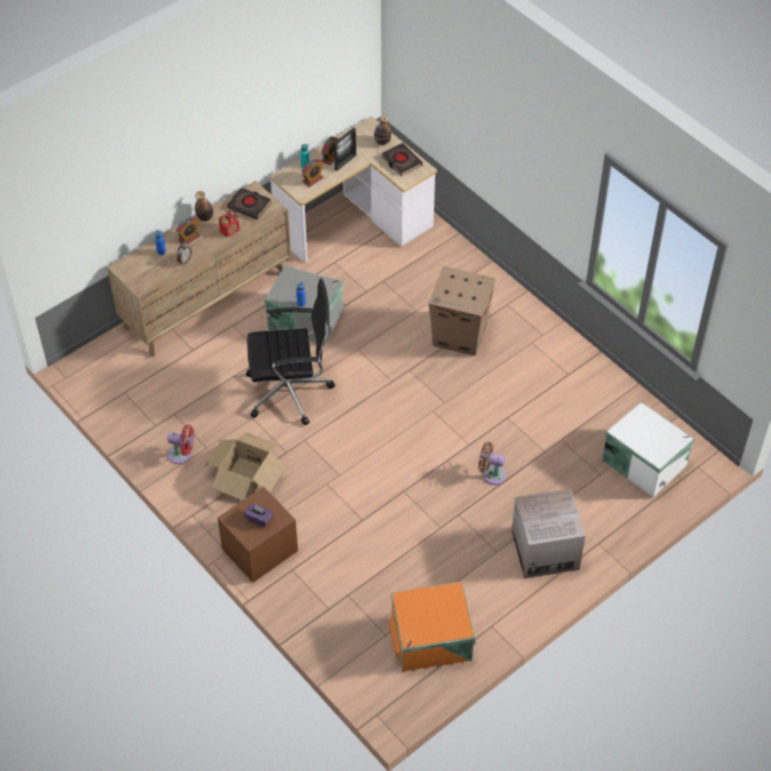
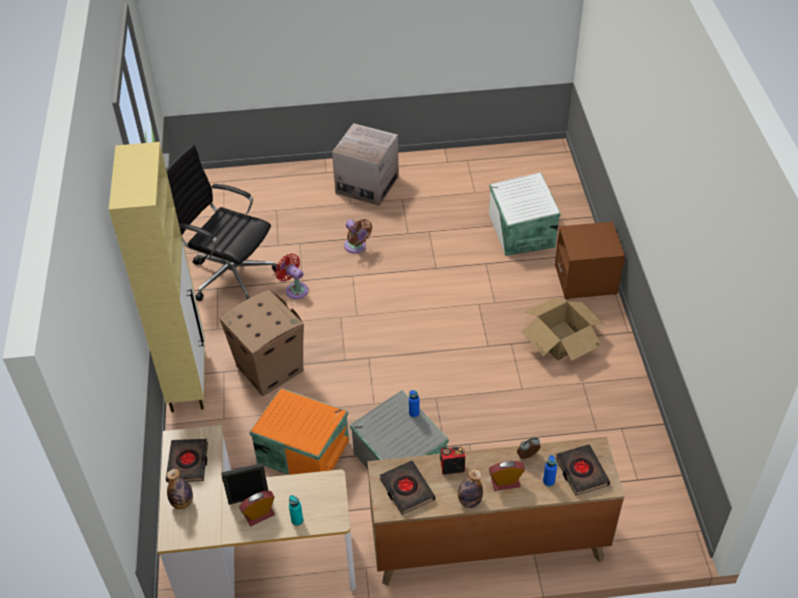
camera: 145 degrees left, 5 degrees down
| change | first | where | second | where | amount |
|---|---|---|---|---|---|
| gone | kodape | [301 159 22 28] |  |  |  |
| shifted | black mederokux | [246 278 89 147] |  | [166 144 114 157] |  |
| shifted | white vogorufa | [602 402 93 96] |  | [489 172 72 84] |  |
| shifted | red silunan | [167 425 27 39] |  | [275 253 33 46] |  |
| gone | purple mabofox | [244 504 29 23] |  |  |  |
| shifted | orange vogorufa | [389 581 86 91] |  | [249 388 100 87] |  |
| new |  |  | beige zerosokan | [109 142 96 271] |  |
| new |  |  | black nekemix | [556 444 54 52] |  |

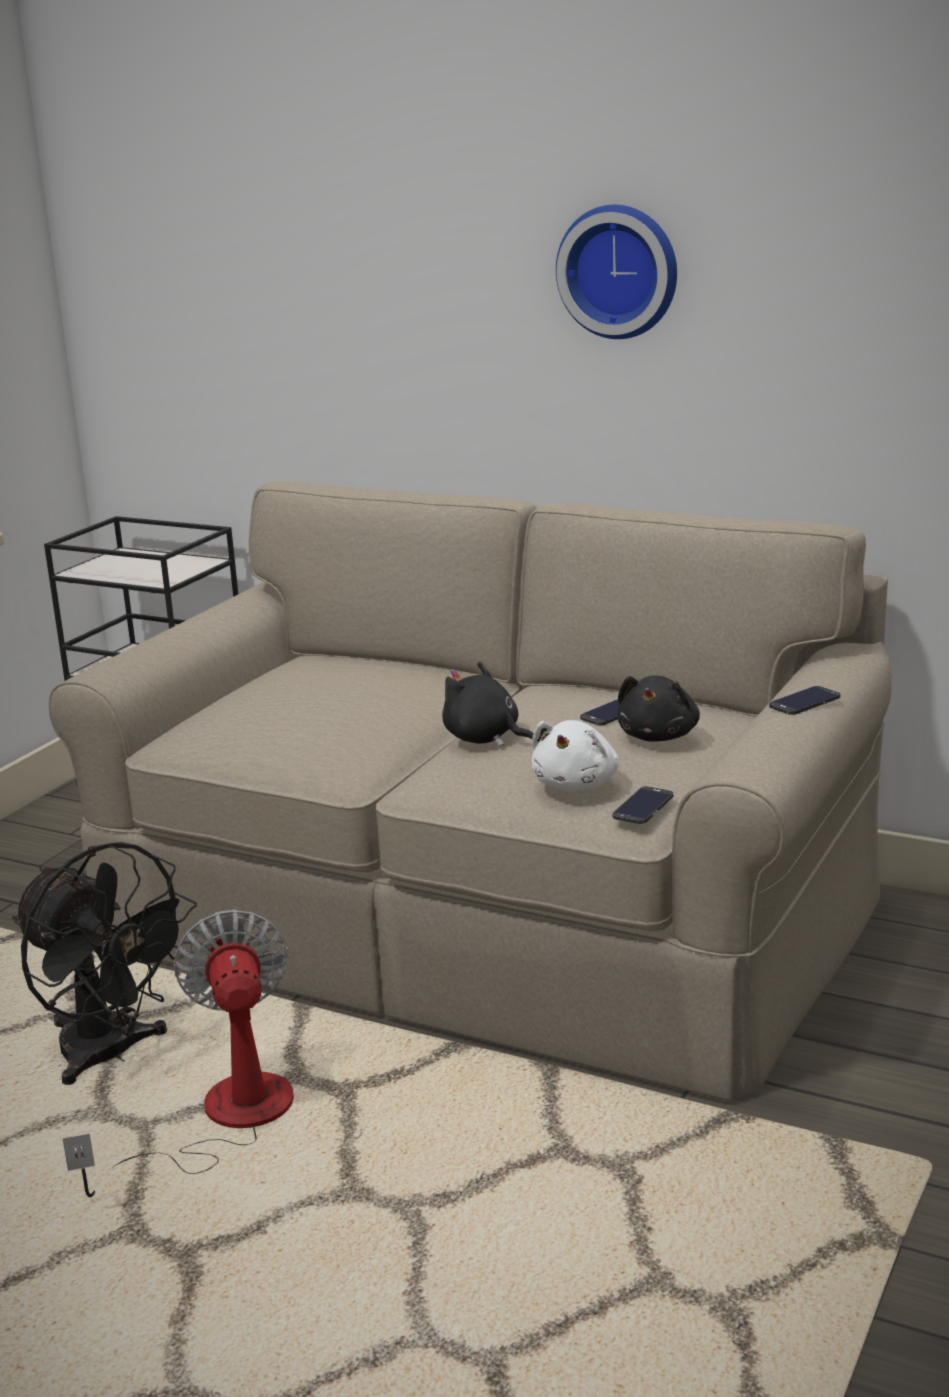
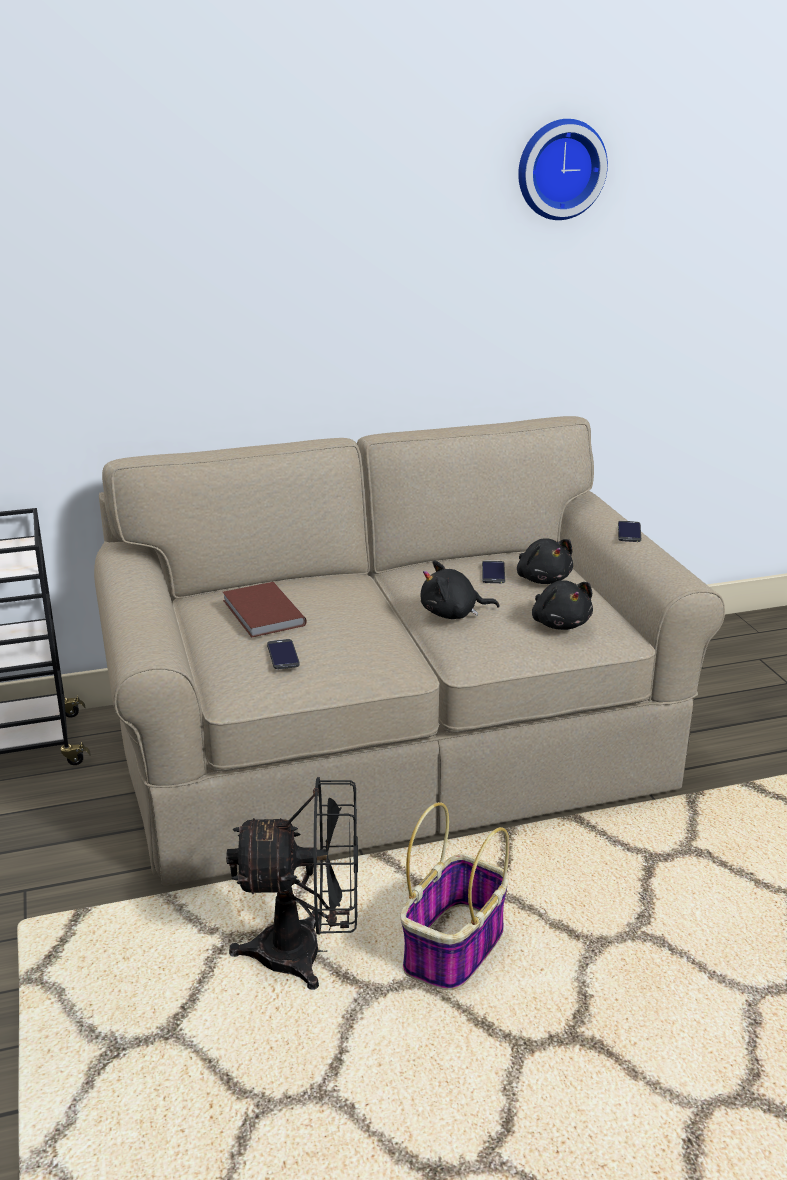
camera: 45 degrees left, 5 degrees up
| change | first | where | second | where | amount |
|---|---|---|---|---|---|
| shifted | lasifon | [556 205 121 134] |  | [518 119 90 101] |  |
| repainted | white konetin | [532 720 87 71] | black konetin | [532 580 61 50] |  |
| shifted | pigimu | [612 786 62 38] |  | [267 639 33 30] |  |
| swapped | silunan | [63 909 231 288] | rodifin | [401 802 108 188] |  |
| new |  |  | brown nekemix | [223 582 84 56] |  |

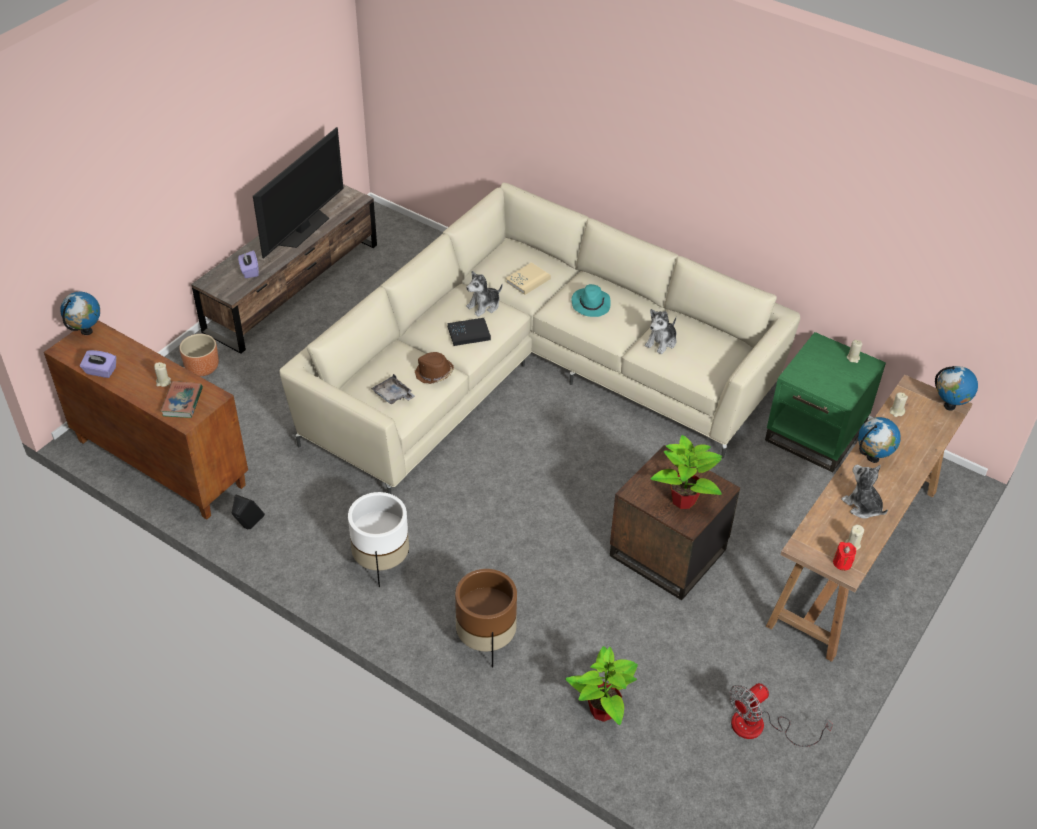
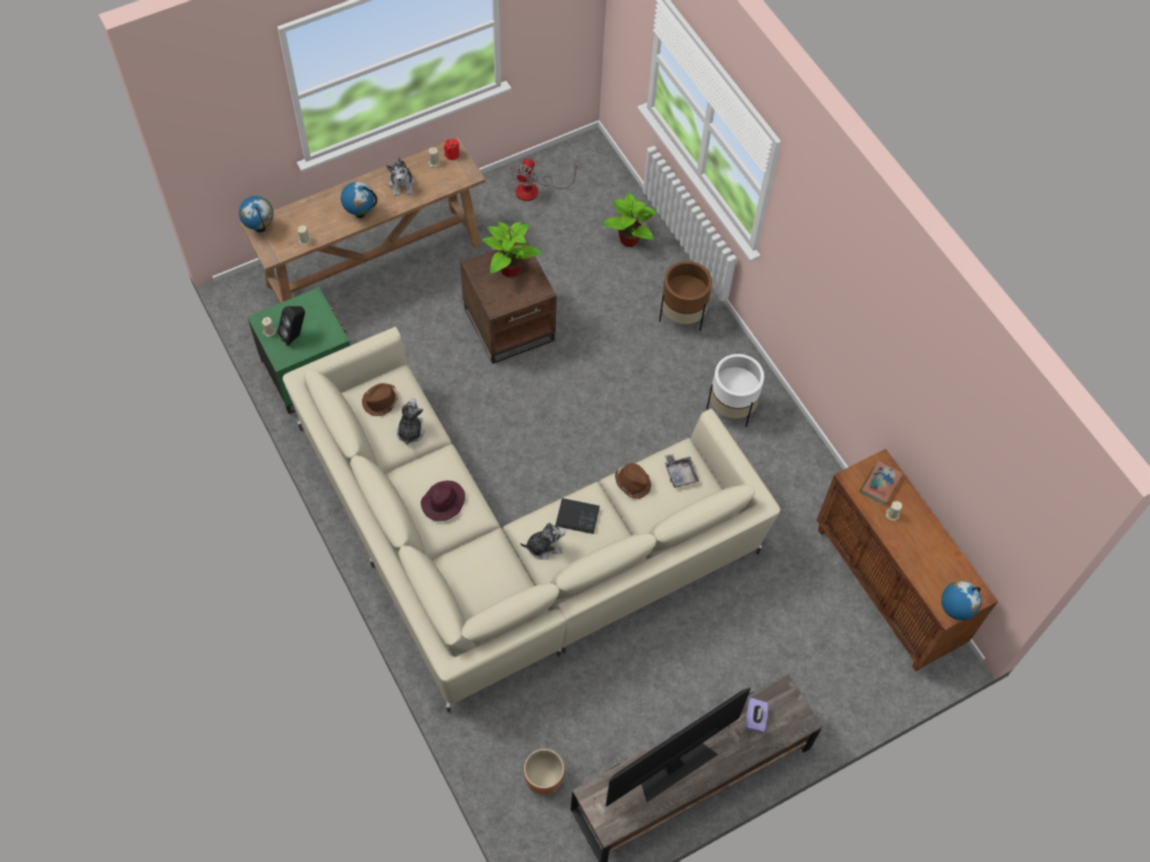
camera: 155 degrees left, 15 degrees up
| change | first | where | second | where | amount |
|---|---|---|---|---|---|
| gone | beige nekemix | [506 262 45 33] |  |  |  |
| repainted | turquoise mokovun | [572 284 39 33] | purple mokovun | [421 481 44 40] |  |
| rotated | konetin | [645 309 31 45] |  | [396 398 29 47] | 60 degrees counterclockwise |
| shifted | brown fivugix | [179 334 40 42] |  | [524 749 40 46] |  |
| gone | purple mabofox | [80 350 36 28] |  |  |  |
| shifted | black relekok | [232 495 33 34] |  | [277 306 28 39] |  |
| rotated | silunan | [729 683 104 64] |  | [510 158 70 43] | 120 degrees clockwise |
| new |  |  | brown mokovun | [362 383 36 33] |  |

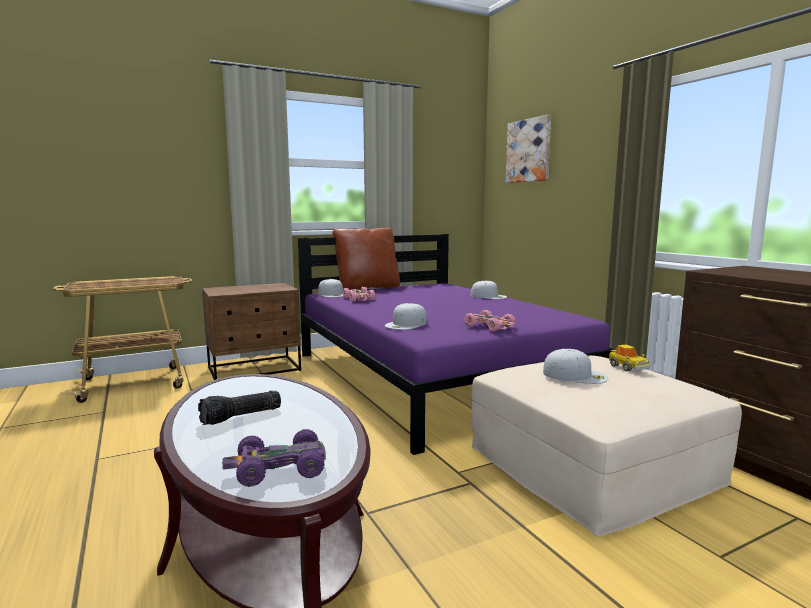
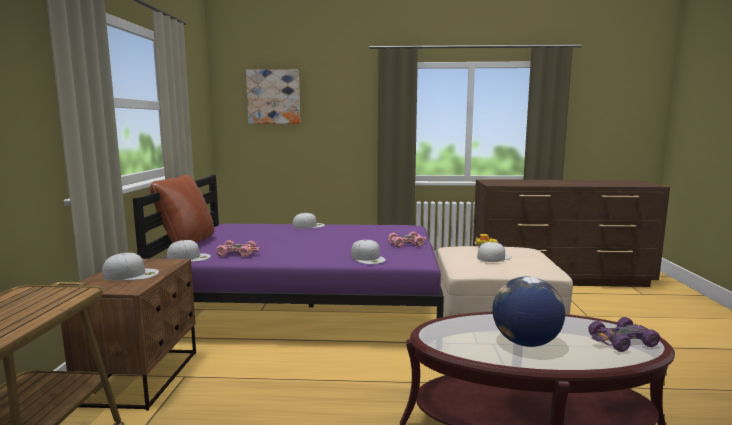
camera: 60 degrees left, 0 degrees up
| change | first | where | second | where | amount |
|---|---|---|---|---|---|
| swapped | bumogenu | [198 391 83 34] | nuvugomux | [492 277 73 70] |  |
| rotated | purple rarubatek | [222 429 104 58] |  | [589 317 71 35] | 60 degrees clockwise |
| new |  |  | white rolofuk | [102 253 57 27] |  |

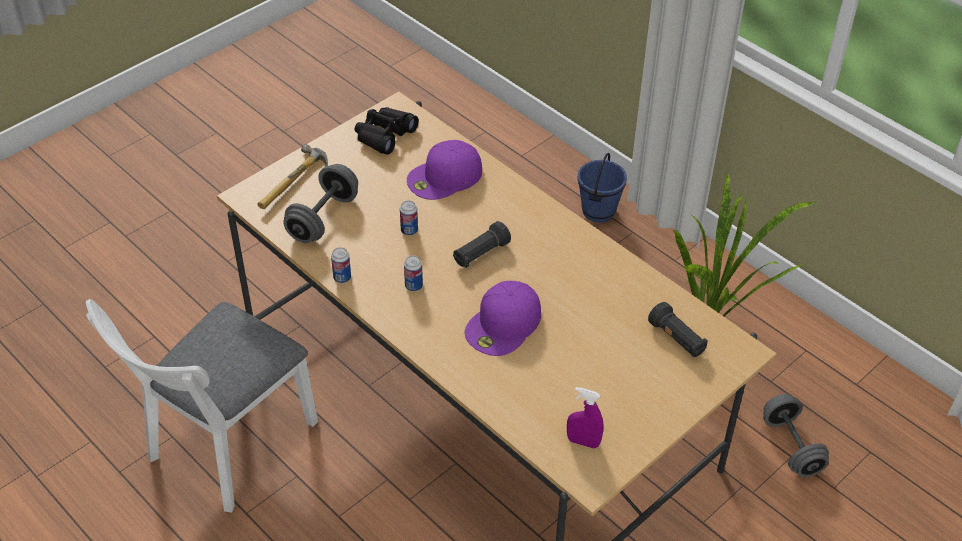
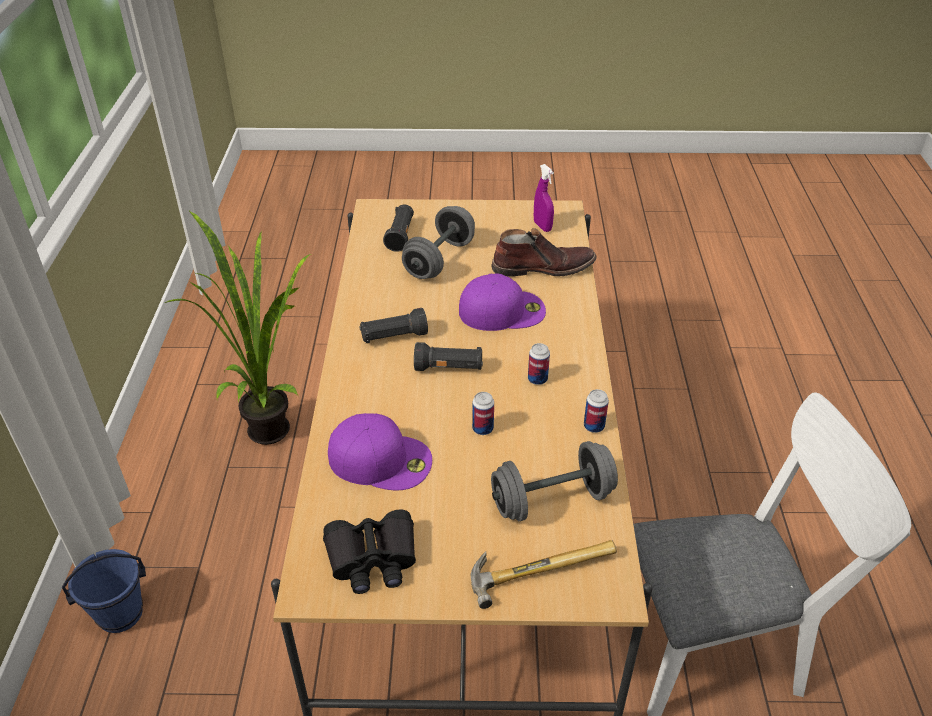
camera: 135 degrees left, 5 degrees down
| change | first | where | second | where | amount |
|---|---|---|---|---|---|
| shifted | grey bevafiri | [763 394 66 83] |  | [402 206 73 73] |  |
| new |  |  | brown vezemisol | [491 228 106 48] |  |
| new |  |  | black bumogenu | [359 308 69 35] |  |

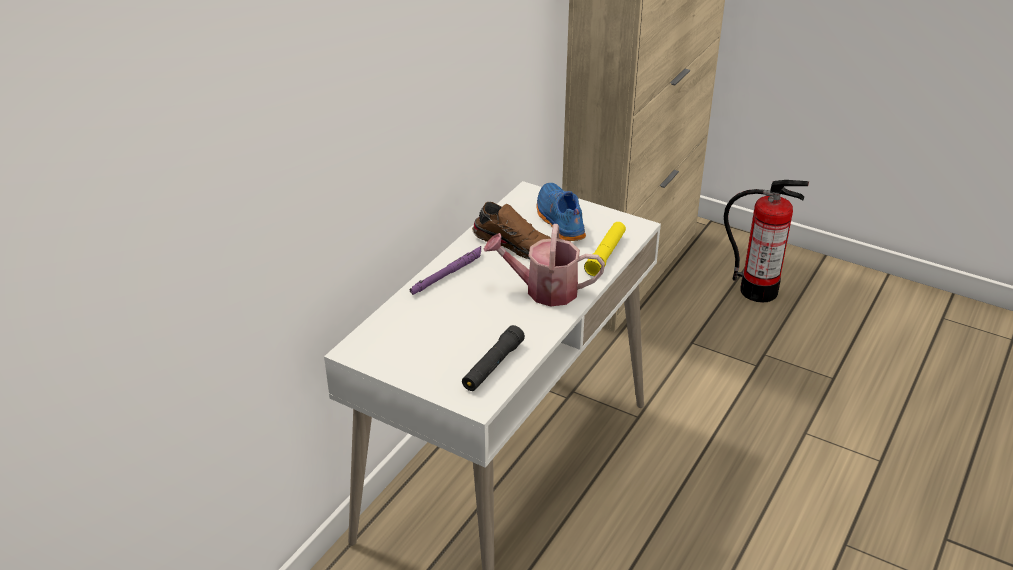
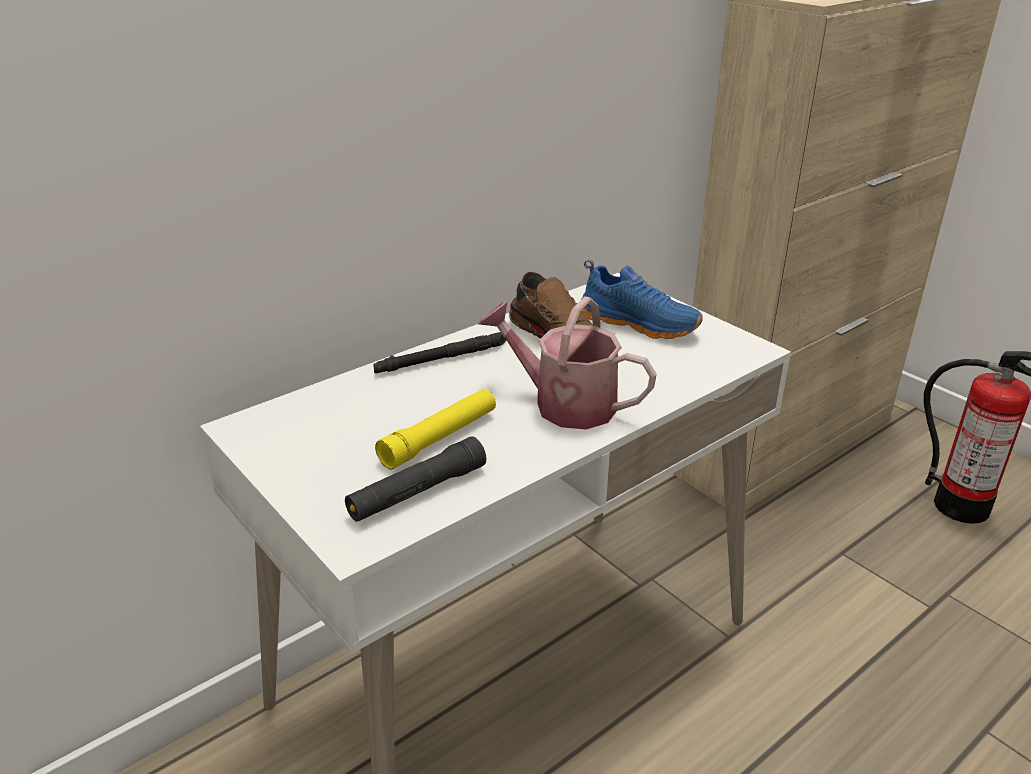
camera: 20 degrees right, 5 degrees down
| change | first | where | second | where | amount |
|---|---|---|---|---|---|
| rotated | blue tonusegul | [537 183 49 58] |  | [581 260 122 79] | 120 degrees clockwise |
| shifted | yellow bumogenu | [584 222 42 54] |  | [375 389 121 80] |  |
| repainted | purple bumogenu | [410 246 71 49] | black bumogenu | [373 332 133 42] |  |

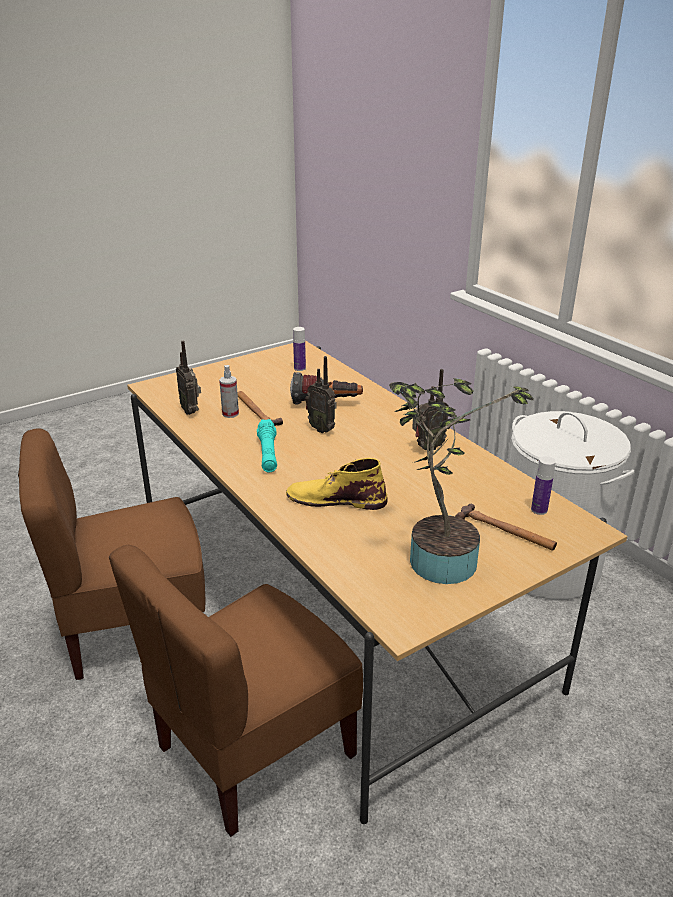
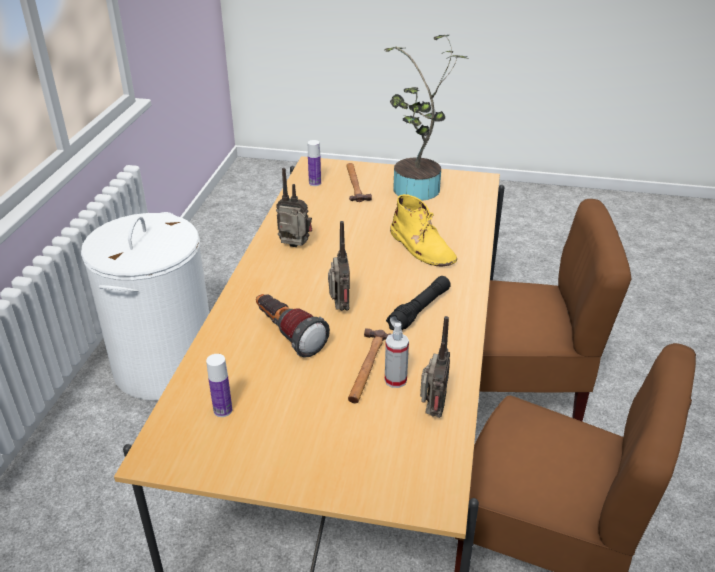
camera: 135 degrees left, 5 degrees up
| change | first | where | second | where | amount |
|---|---|---|---|---|---|
| repainted | turquoise bumogenu | [257 419 20 54] | black bumogenu | [386 276 65 54] |  |

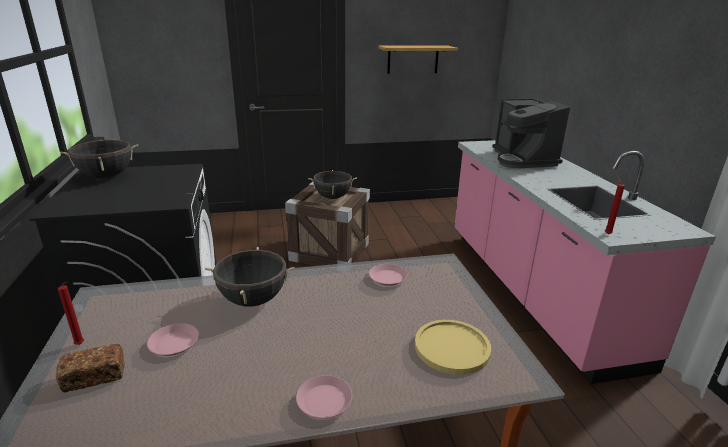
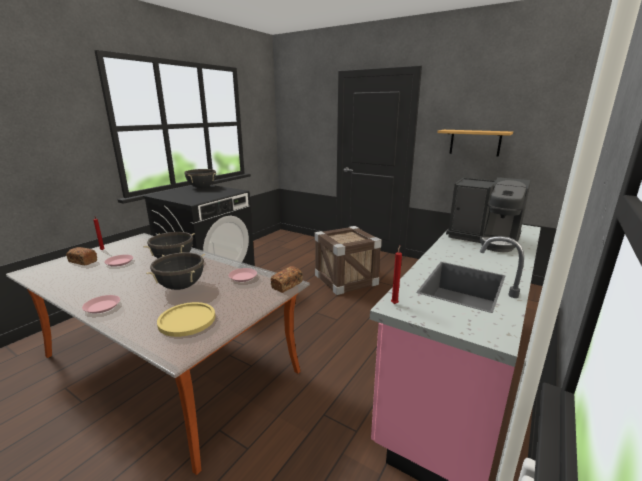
camera: 45 degrees right, 5 degrees down
| change | first | where | second | where | amount |
|---|---|---|---|---|---|
| rotated | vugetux | [493 99 77 69] |  | [446 177 85 75] | 90 degrees counterclockwise |
| shifted | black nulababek | [308 170 49 29] |  | [146 252 59 38] |  |
| new |  |  | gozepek | [271 266 32 27] |  |

